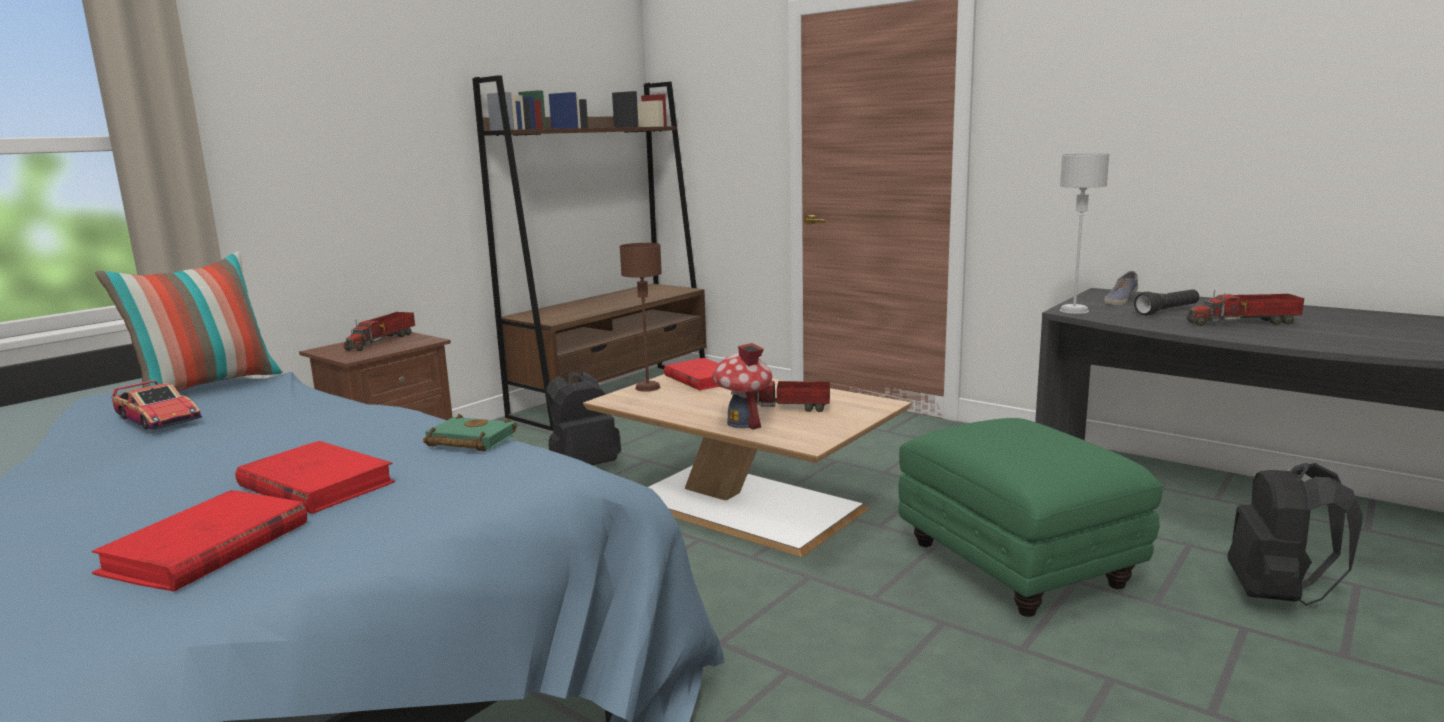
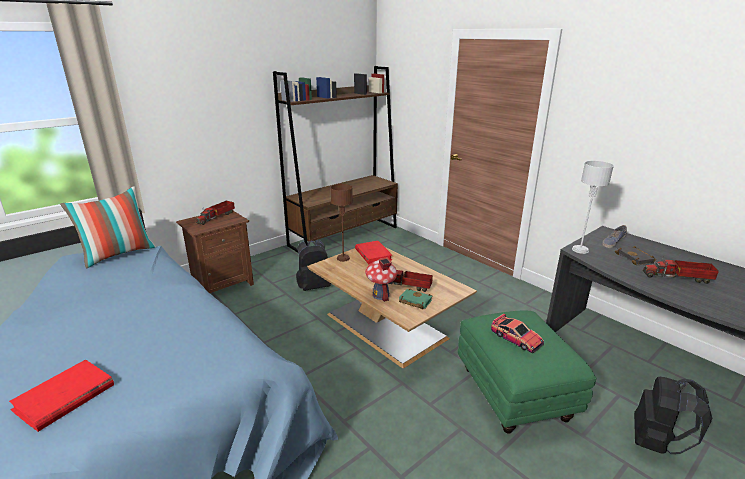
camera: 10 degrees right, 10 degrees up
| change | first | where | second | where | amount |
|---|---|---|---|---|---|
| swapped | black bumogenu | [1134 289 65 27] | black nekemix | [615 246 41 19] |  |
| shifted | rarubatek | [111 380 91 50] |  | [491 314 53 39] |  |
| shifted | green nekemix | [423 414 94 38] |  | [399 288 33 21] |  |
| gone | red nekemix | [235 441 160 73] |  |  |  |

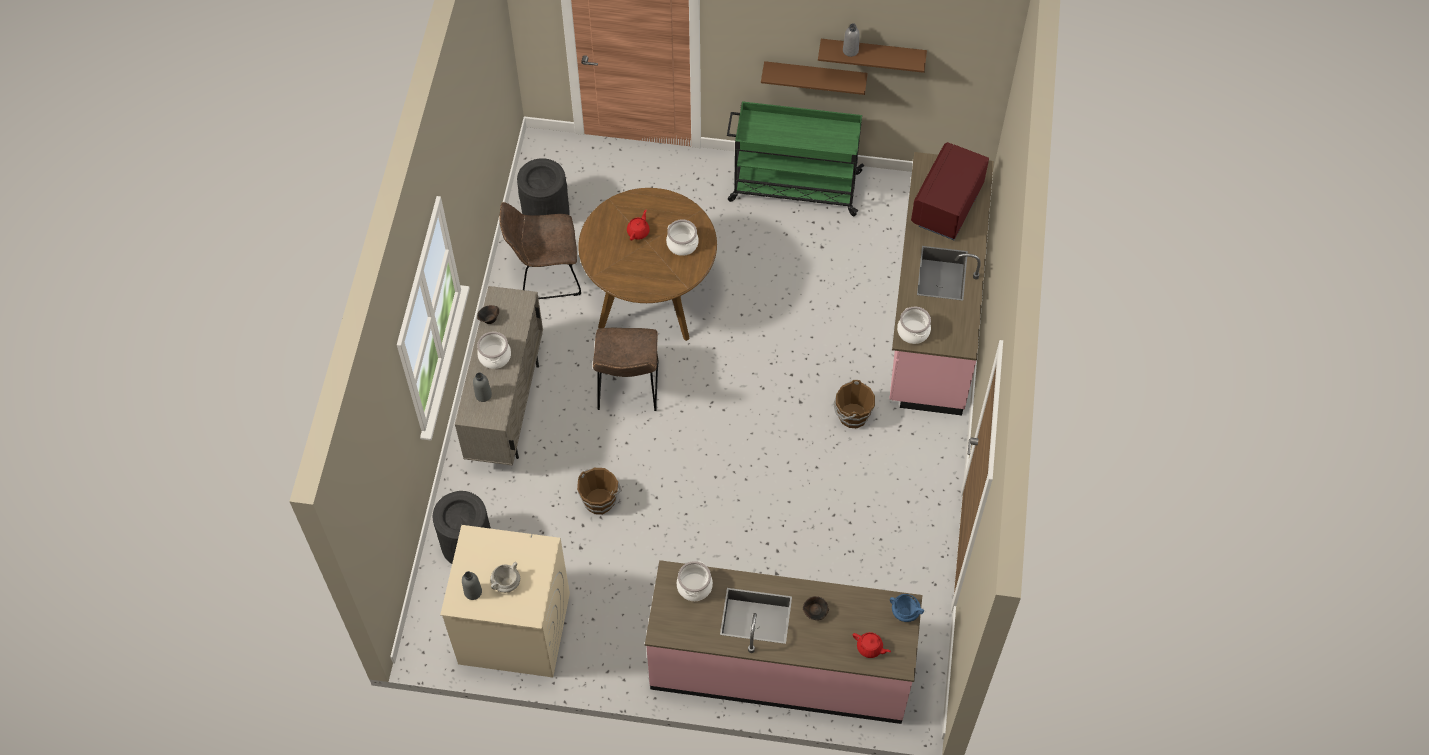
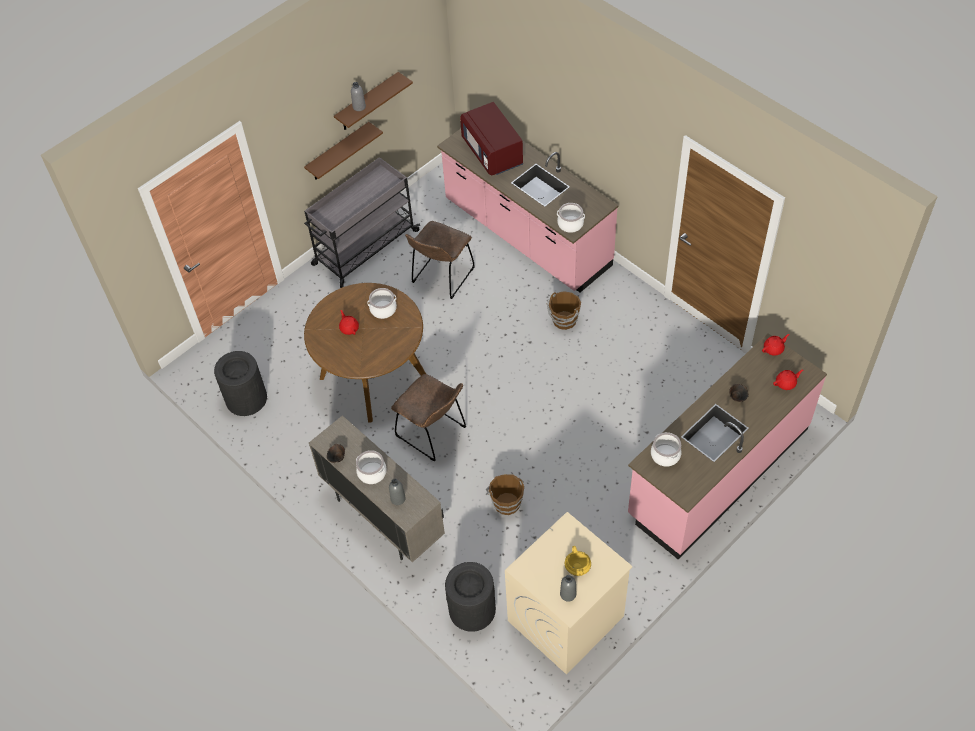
camera: 50 degrees left, 5 degrees down
| change | first | where | second | where | amount |
|---|---|---|---|---|---|
| repainted | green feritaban | [727 101 137 115] | grey feritaban | [304 157 116 131] |  |
| shifted | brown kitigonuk | [499 202 82 97] |  | [405 221 70 78] |  |
| repainted | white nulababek | [490 562 30 31] | yellow nulababek | [565 546 26 30] |  |
| swapped | blue nulababek | [890 594 34 28] | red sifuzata | [762 334 27 22] |  |

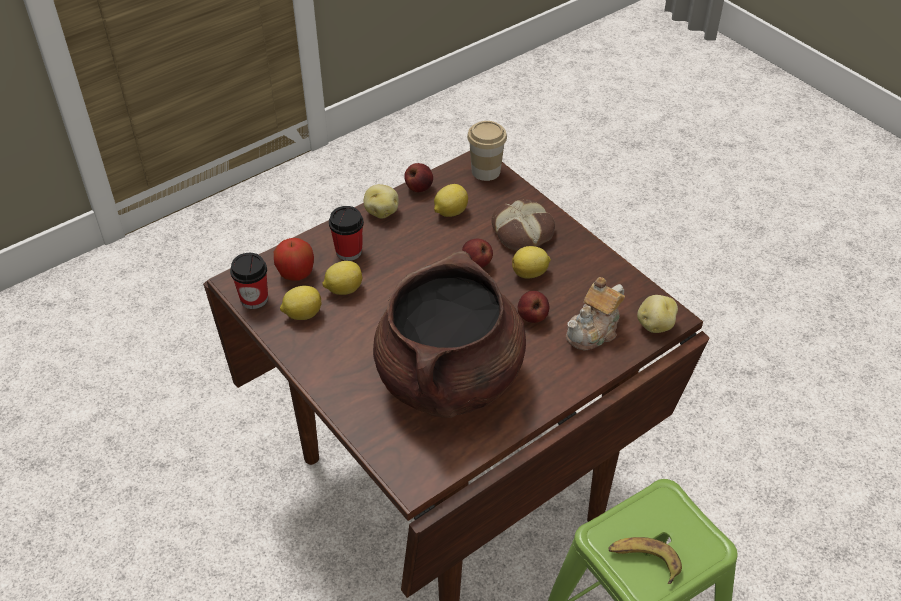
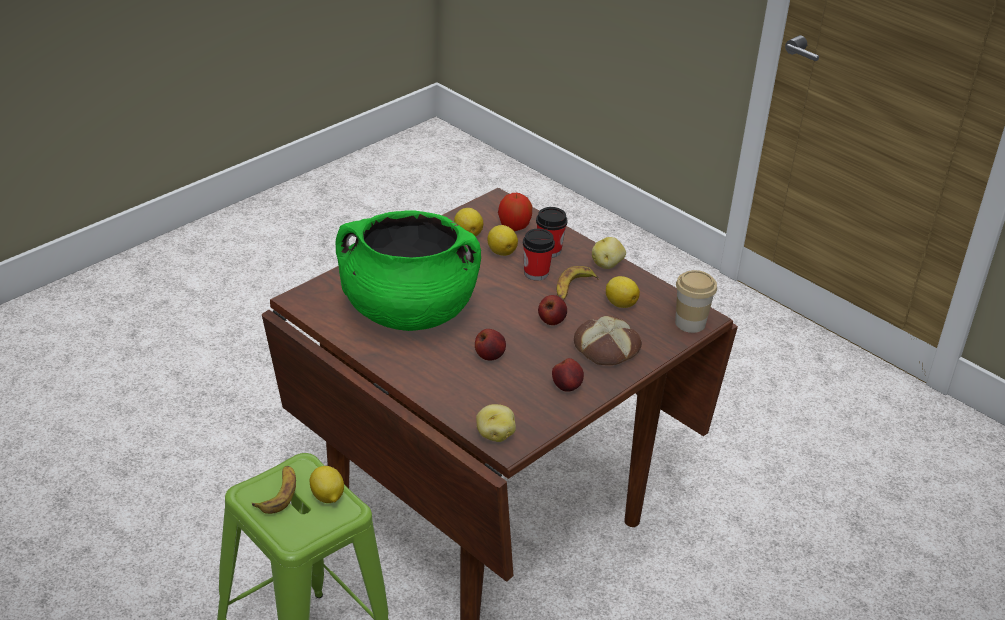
camera: 80 degrees right, 10 degrees down
| change | first | where | second | where | amount |
|---|---|---|---|---|---|
| shifted | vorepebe | [404 163 29 29] |  | [552 358 32 34] |  |
| shifted | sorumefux | [512 246 39 33] |  | [310 466 34 37] |  |
| repainted | brown nulababek | [373 251 153 167] | green nulababek | [336 211 145 120] |  |
| shifted | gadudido | [230 253 38 56] |  | [523 229 32 52] |  |
| gone | sifuzata | [566 277 59 73] |  |  |  |
| new |  |  | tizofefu | [557 266 42 34] |  |

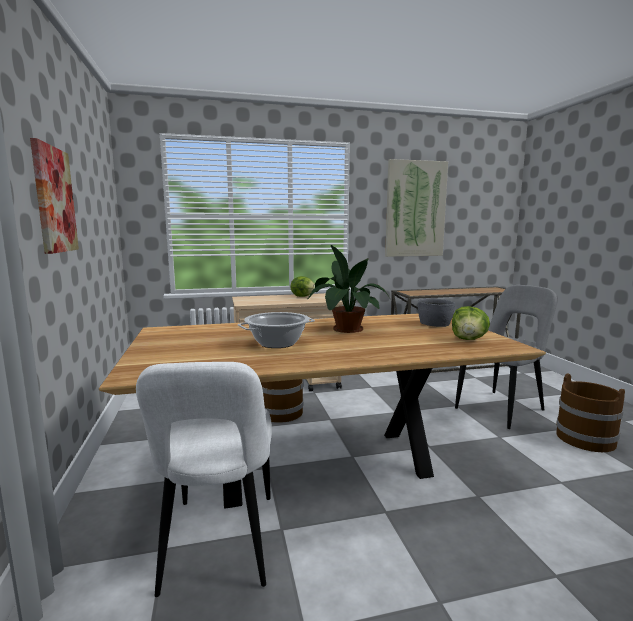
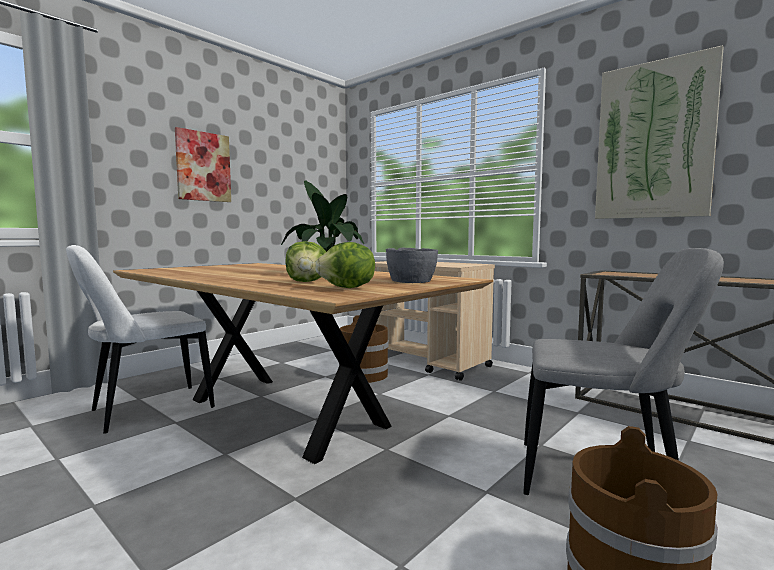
camera: 55 degrees right, 5 degrees down
| change | first | where | second | where | amount |
|---|---|---|---|---|---|
| shifted | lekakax | [291 276 24 21] |  | [285 241 41 41] |  |
| gone | nulababek | [238 312 77 36] |  |  |  |

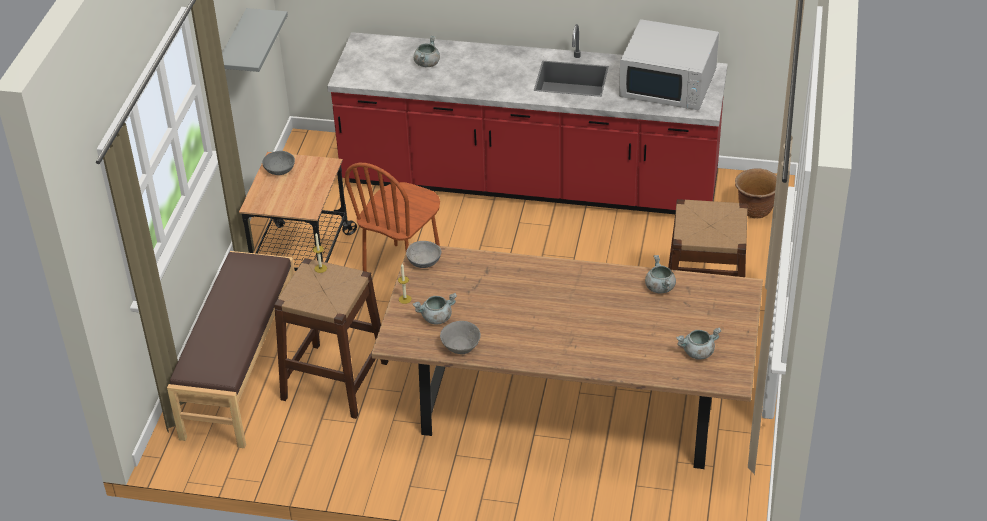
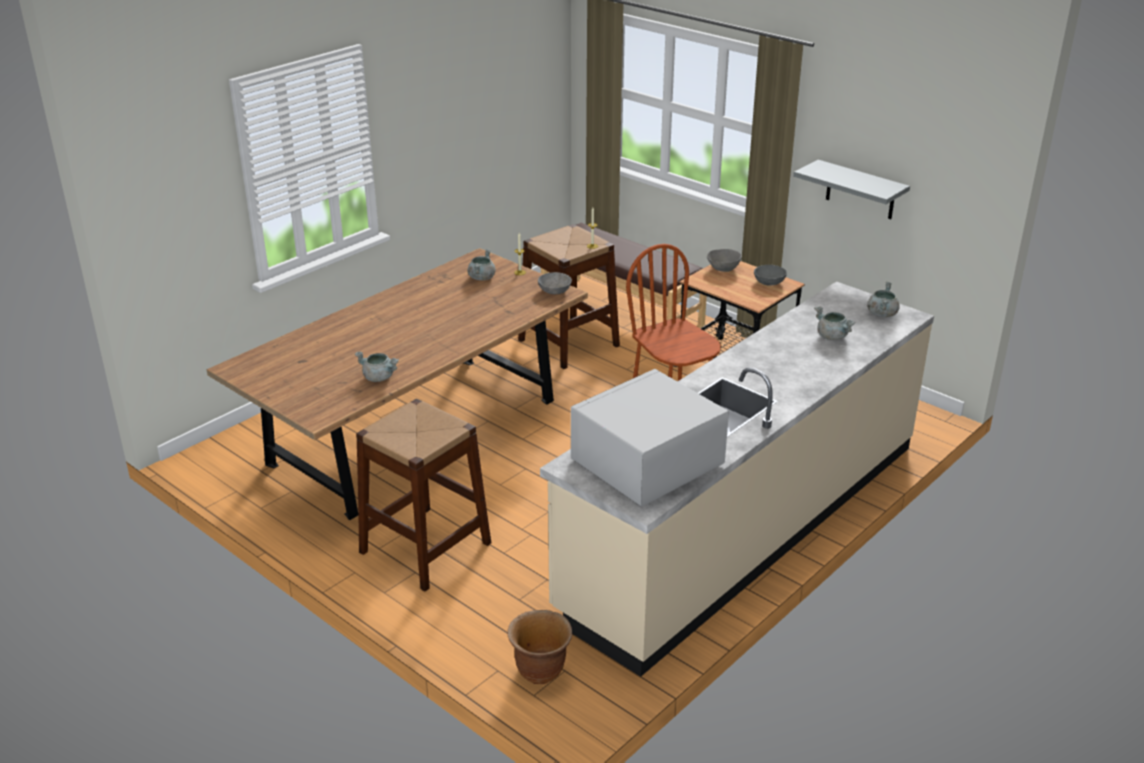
camera: 120 degrees right, 10 degrees down
| change | first | where | second | where | amount |
|---|---|---|---|---|---|
| repainted | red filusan | [327 24 401 190] | beige filusan | [540 281 394 395] |  |
| shifted | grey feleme | [440 321 41 33] |  | [707 249 35 23] |  |
| shifted | grey nulababek | [676 328 45 32] |  | [867 282 33 35] |  |

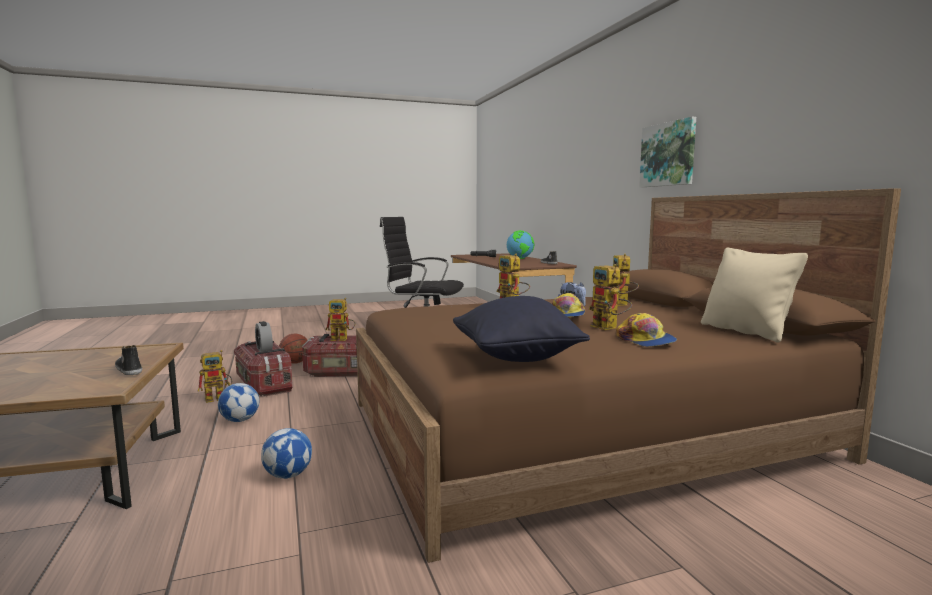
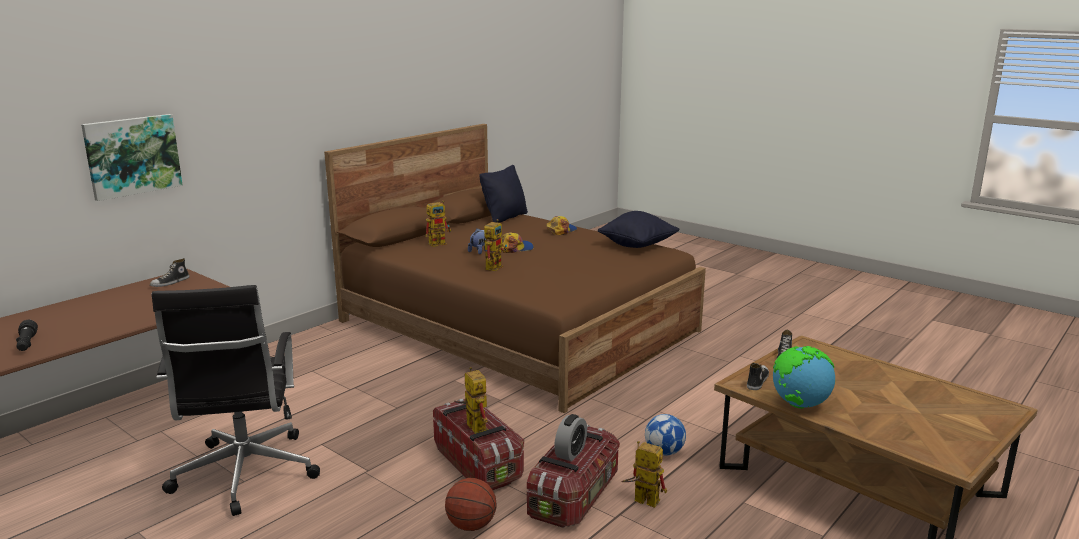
camera: 120 degrees left, 10 degrees up
| change | first | where | second | where | amount |
|---|---|---|---|---|---|
| shifted | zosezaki | [639 117 57 70] |  | [81 114 102 87] |  |
| shifted | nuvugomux | [507 230 27 29] |  | [773 346 62 63] |  |
| repainted | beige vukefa | [701 248 107 95] | black vukefa | [479 165 49 57] |  |
| gone | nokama | [588 264 44 66] |  |  |  |
| gone | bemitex | [261 428 51 51] |  |  |  |
| new |  |  | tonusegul | [747 363 22 27] |  |

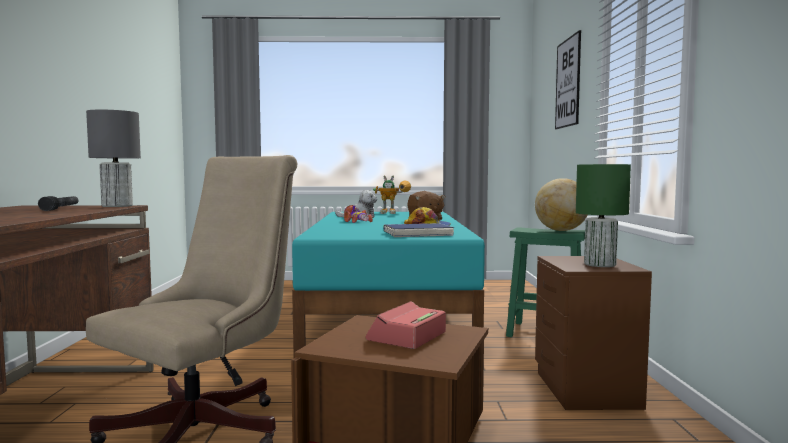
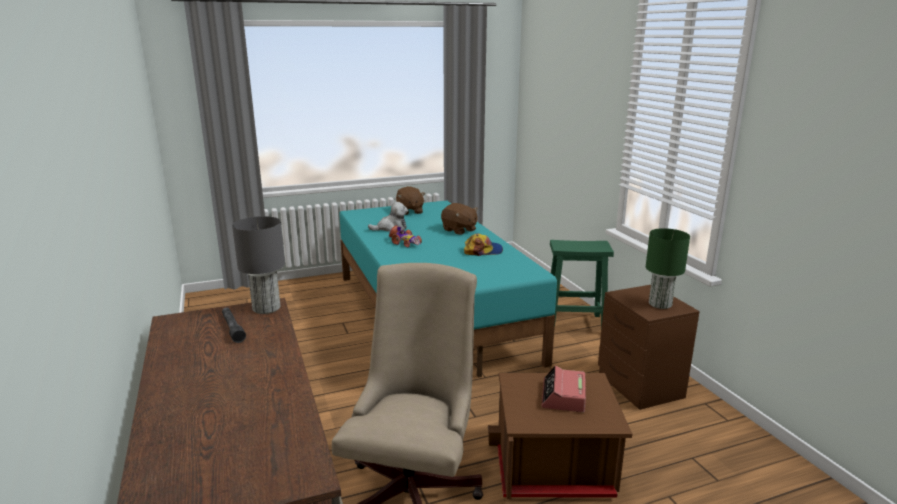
camera: 20 degrees left, 15 degrees up
| change | first | where | second | where | amount |
|---|---|---|---|---|---|
| gone | zosezaki | [555 30 26 99] |  |  |  |
| swapped | nokama | [373 176 38 38] | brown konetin | [396 186 29 29] |  |
| gone | nuvugomux | [535 178 52 53] |  |  |  |
| gone | blue nekemix | [384 223 70 14] |  |  |  |

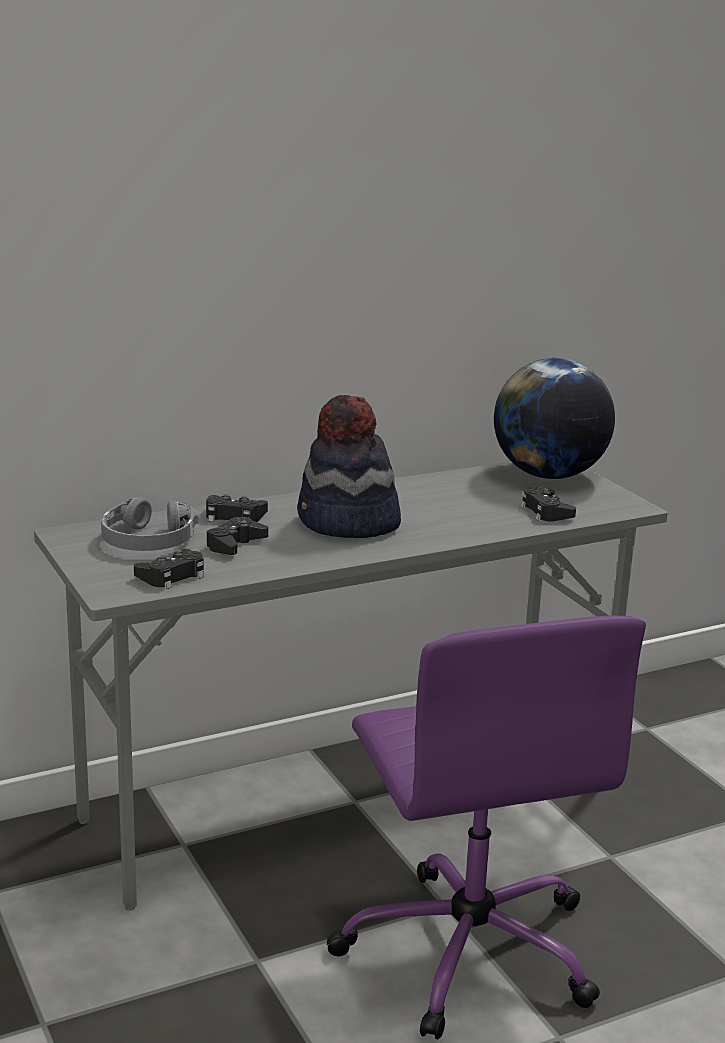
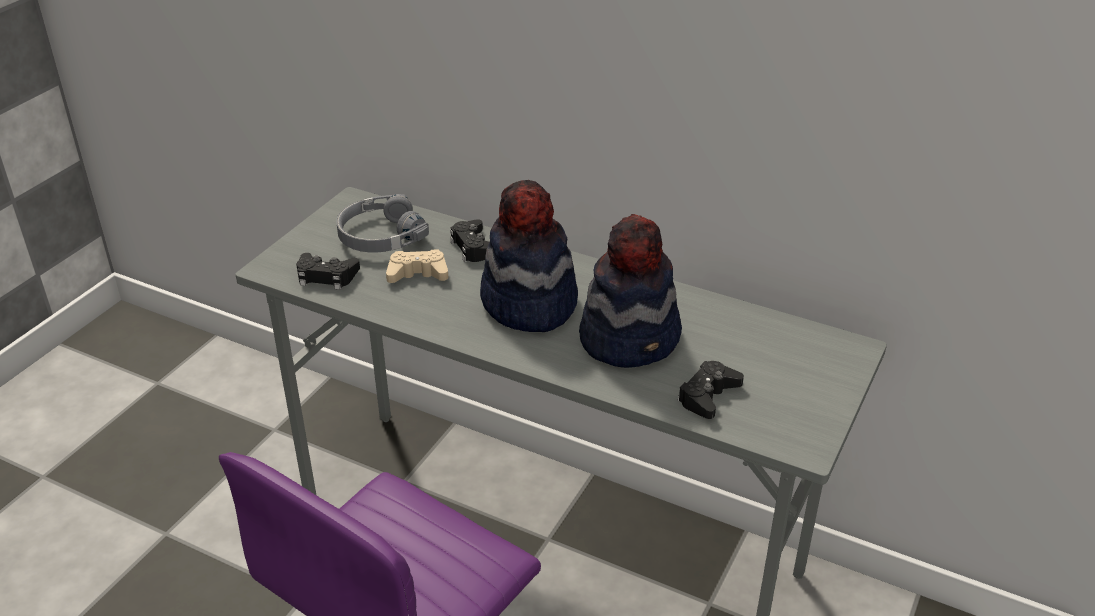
camera: 55 degrees right, 15 degrees up
| change | first | where | second | where | amount |
|---|---|---|---|---|---|
| gone | nuvugomux | [494 358 121 121] |  |  |  |
| repainted | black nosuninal | [206 517 63 38] | beige nosuninal | [386 249 62 34] |  |
| new |  |  | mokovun | [579 214 103 154] |  |

